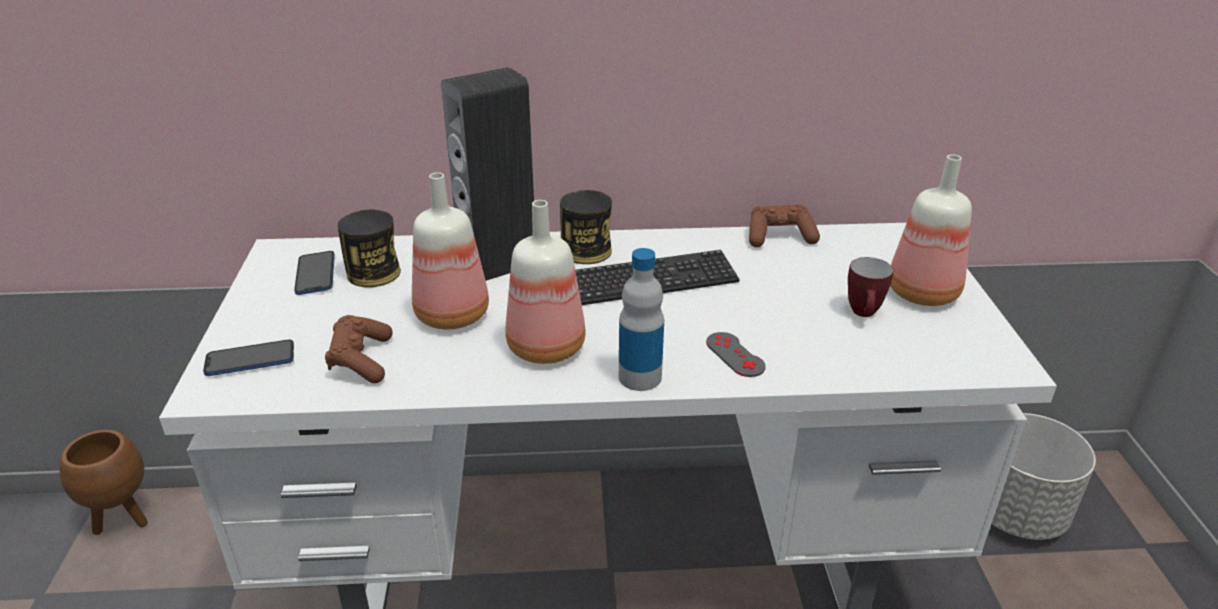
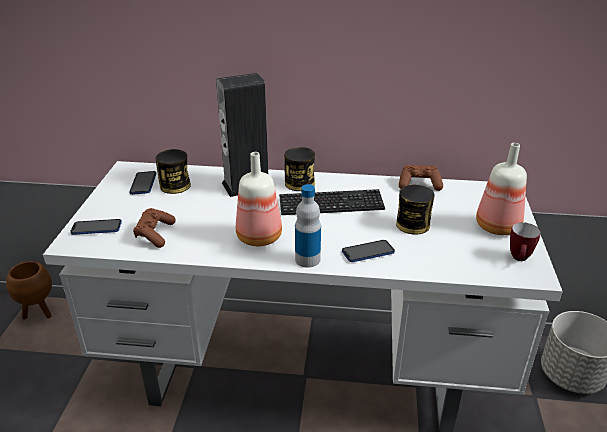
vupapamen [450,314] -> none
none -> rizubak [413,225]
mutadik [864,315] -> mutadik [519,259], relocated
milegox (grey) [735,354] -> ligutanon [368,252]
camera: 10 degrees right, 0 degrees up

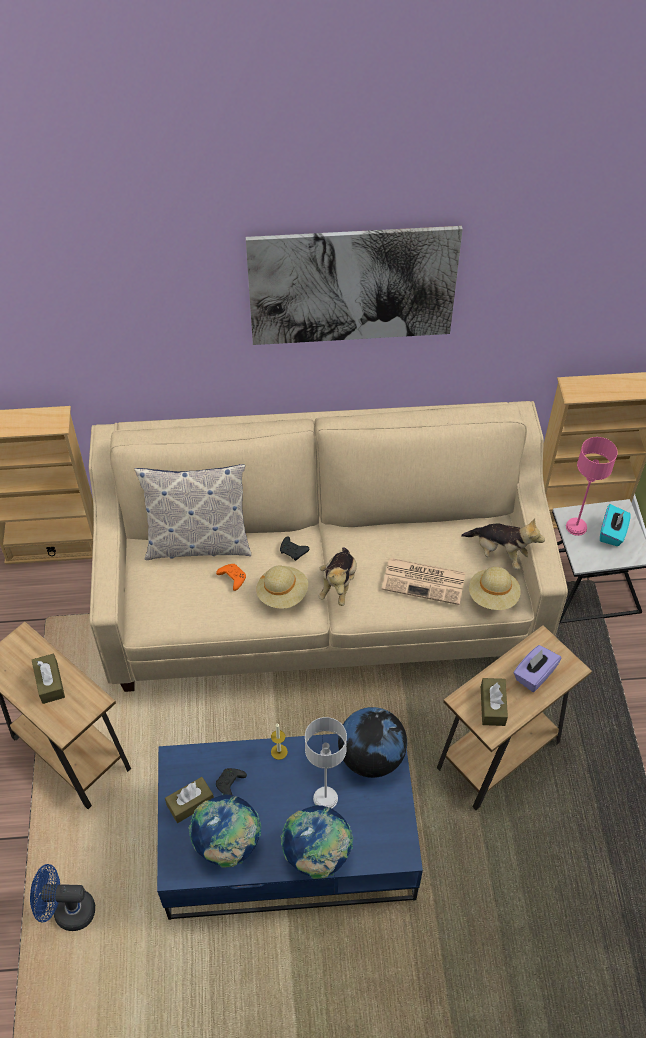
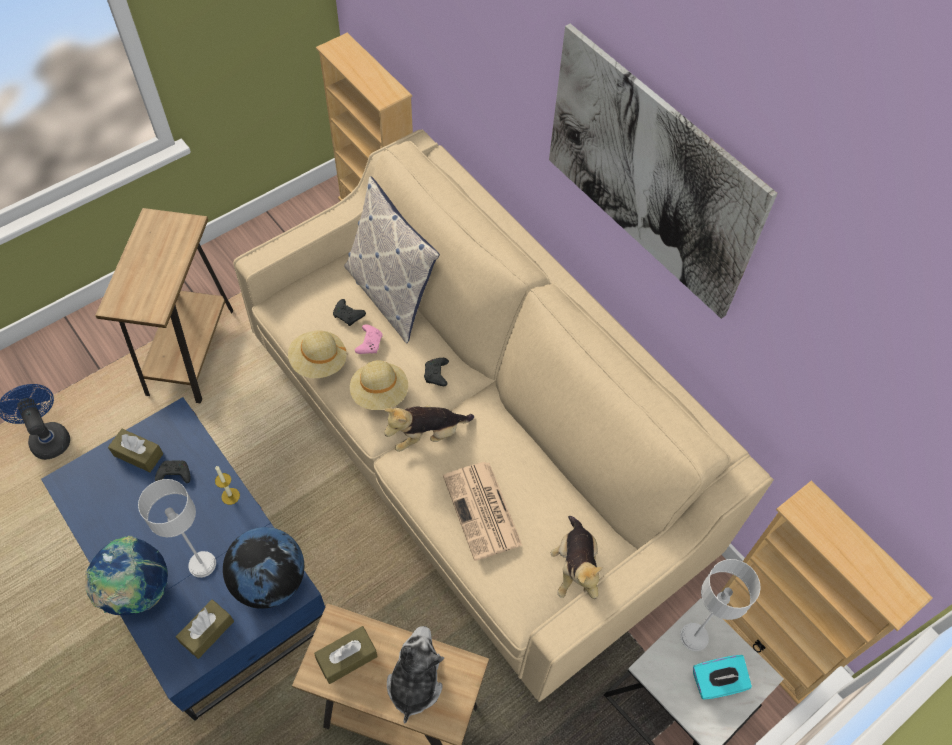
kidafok [227,844] -> none
none -> milegox (black) [348,316]
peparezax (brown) [50,683] -> peparezax (brown) [207,632], relocated
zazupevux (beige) [493,596] -> zazupevux (beige) [319,362], relocated
peparezax (purple) [534,675] -> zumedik [414,682]
milegox (orange) [232,578] -> milegox (pink) [369,343]
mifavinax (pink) [576,527] -> mifavinax (grey) [694,636]
camera: 55 degrees right, 5 degrees up

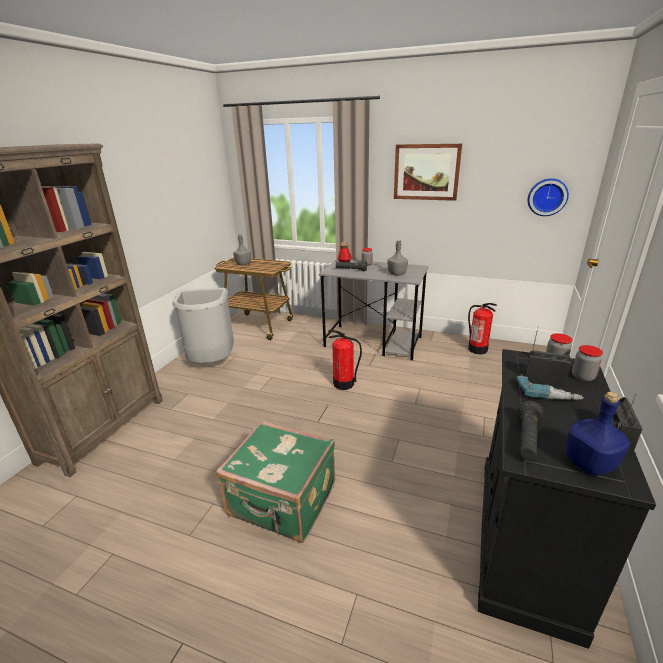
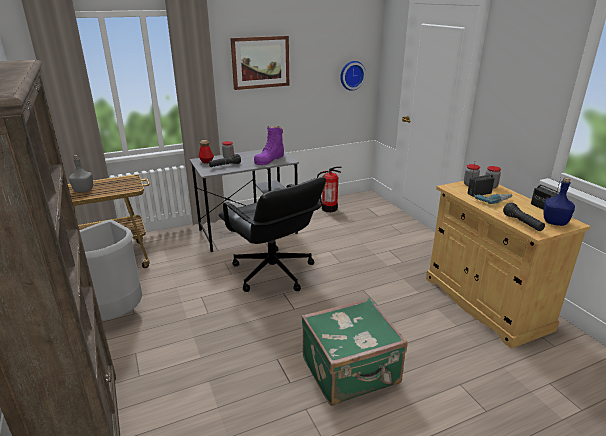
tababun [344,384] -> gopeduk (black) [273,273]
vupapamen (grey) [397,274] -> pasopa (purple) [269,159]
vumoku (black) [524,538] -> vumoku (beige) [485,303]
camera: 45 degrees left, 0 degrees up

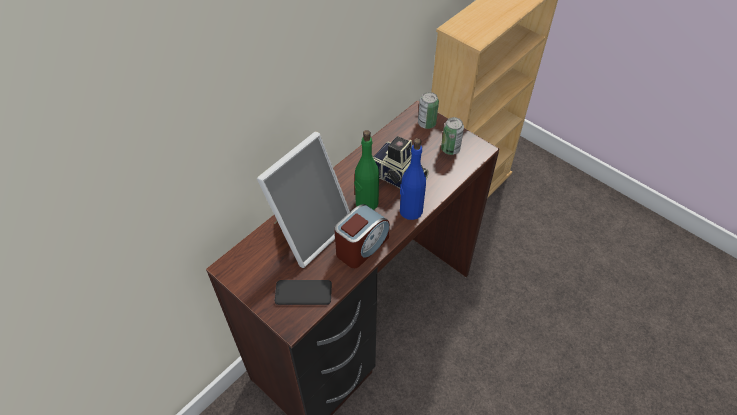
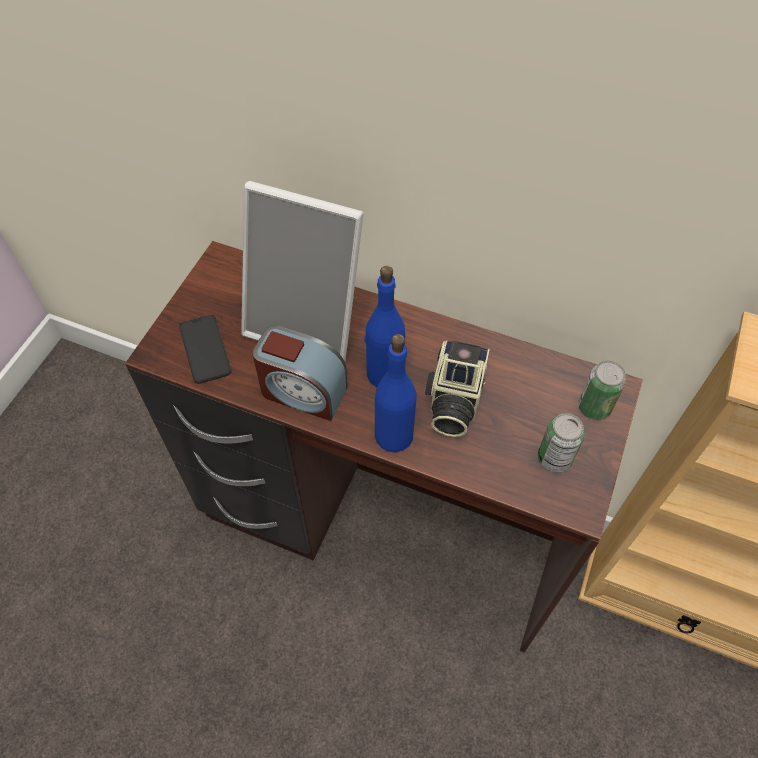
vupapamen (green) [366,203] -> vupapamen (blue) [384,373]
camera: 70 degrees right, 5 degrees up

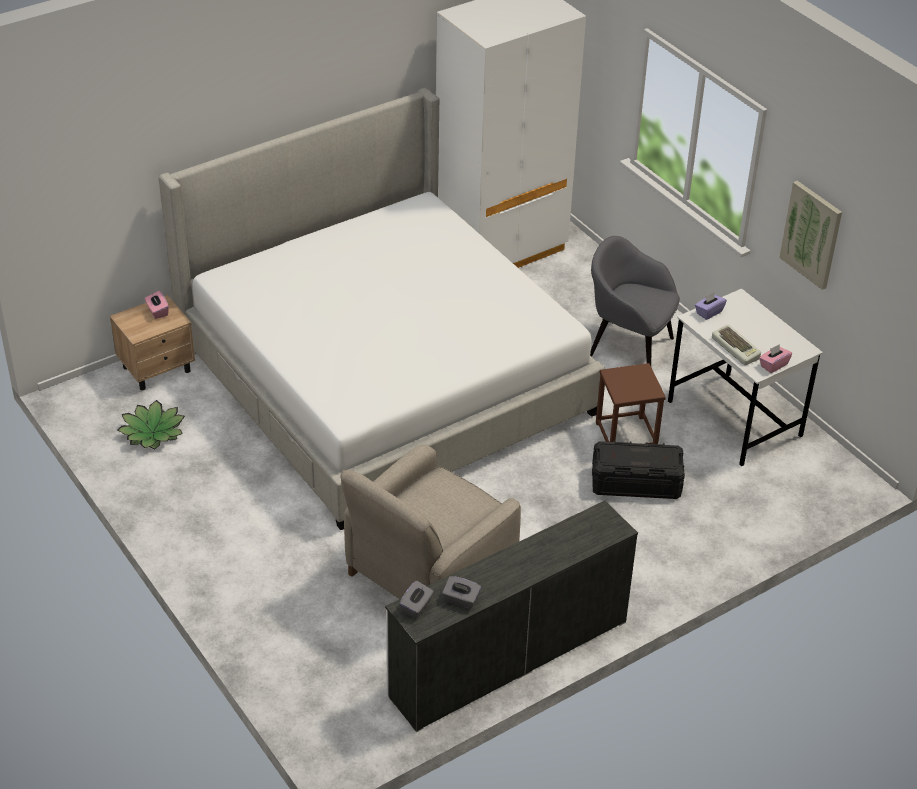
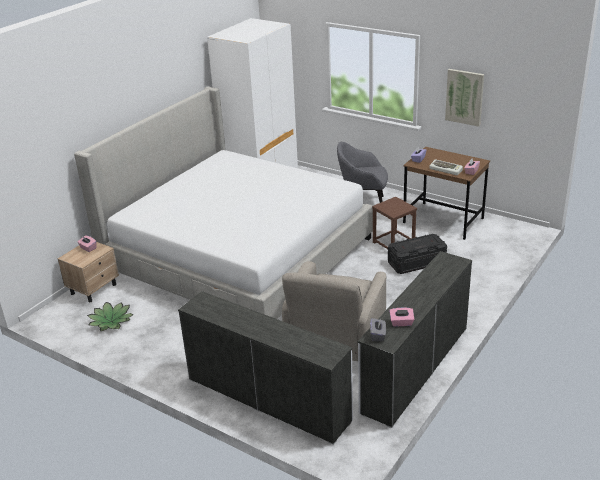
none -> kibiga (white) [268,399]
peparezax (grey) [461,600] -> peparezax (pink) [401,323]
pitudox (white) [735,419] -> pitudox (brown) [443,221]
camera: 20 degrees left, 10 degrees down

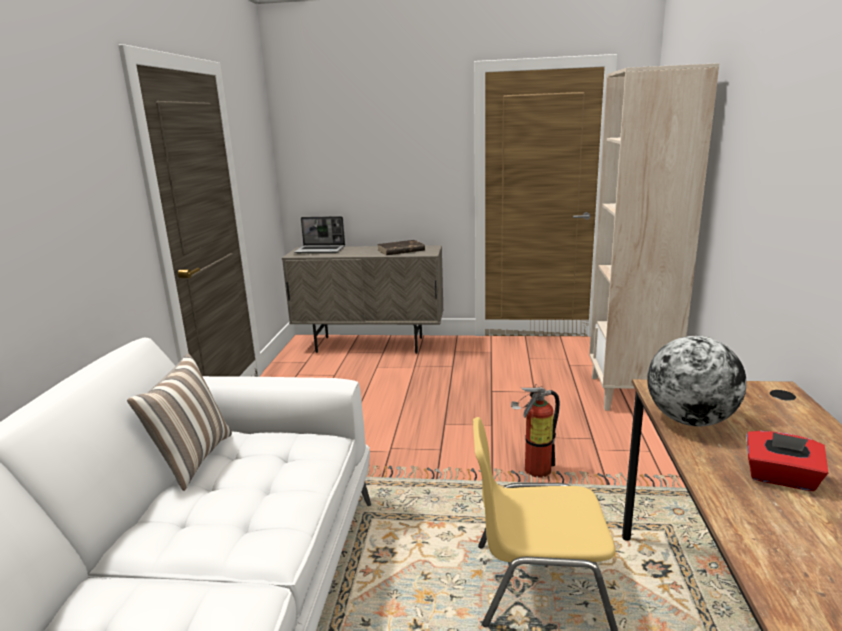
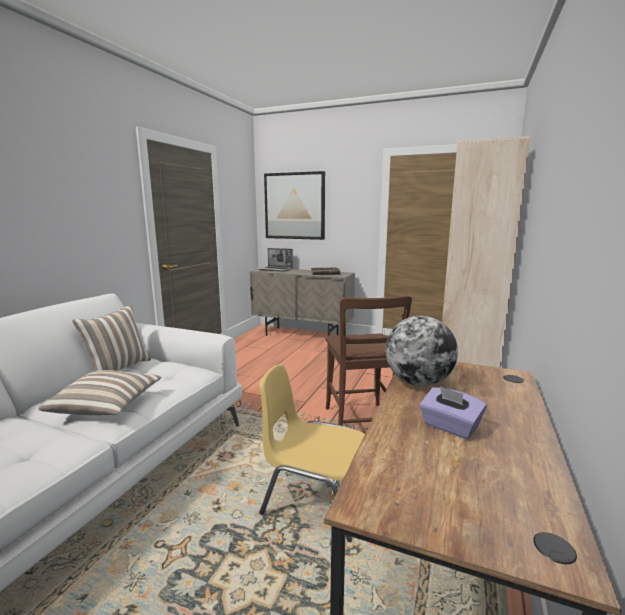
none -> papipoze [107,406]
none -> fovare [294,206]
tababun [533,469] -> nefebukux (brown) [360,424]
peparezax (red) [781,478] -> peparezax (purple) [450,427]
camera: 15 degrees right, 5 degrees down

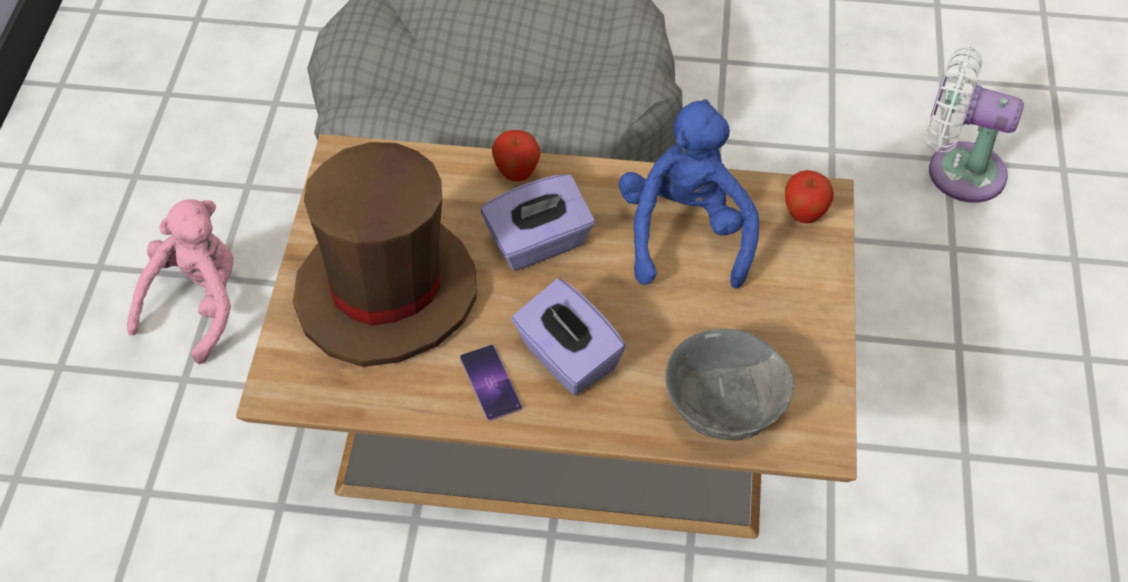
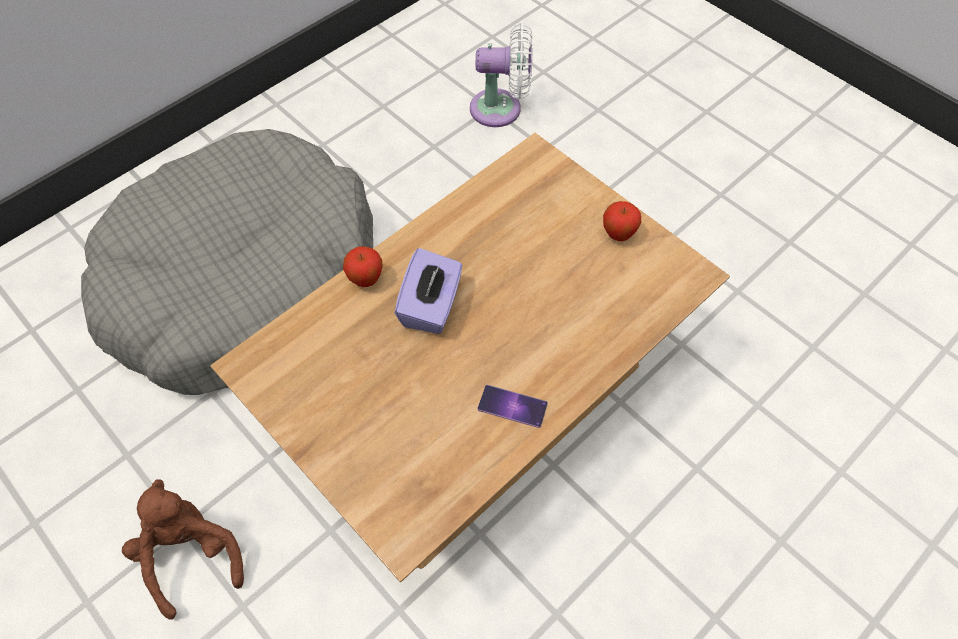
zazupevux (brown) [387,292] -> none
peparezax (purple) [567,358] -> none
zumedik (blue) [685,233] -> none
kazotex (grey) [724,408] -> none
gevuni [804,215] -> gevuni [618,235], relocated
zumedik (pink) [198,305] -> zumedik (brown) [191,555]
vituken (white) [957,170] -> vituken (white) [501,109], 150 degrees counterclockwise
camera: 50 degrees left, 5 degrees up

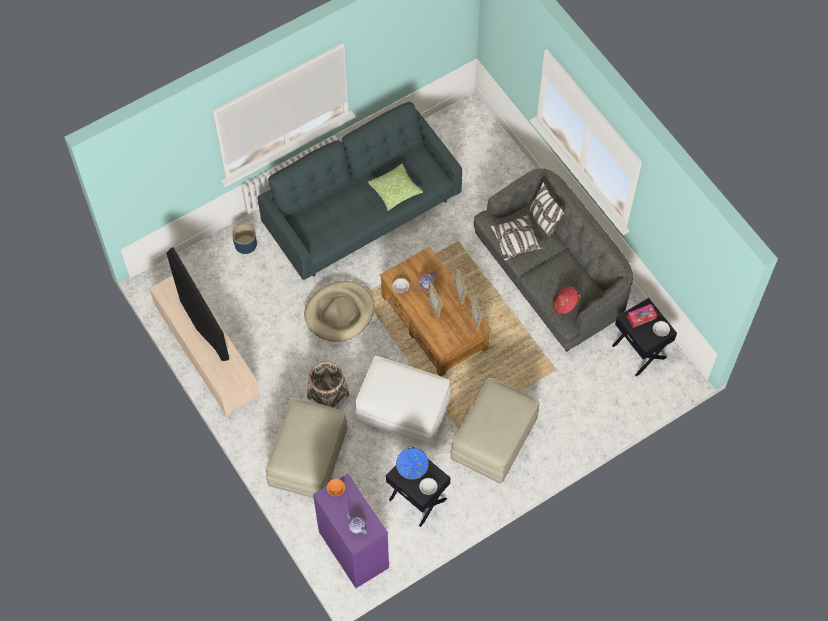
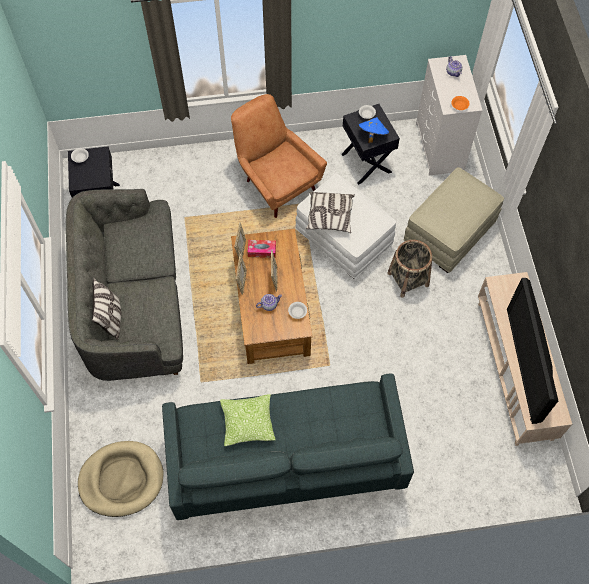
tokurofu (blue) [245,244] -> none
zazupevux (red) [564,305] -> none
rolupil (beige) [339,313] -> rolupil (beige) [121,479], relocated
papipoze [515,241] -> papipoze [330,216], relocated
peparezax [641,317] -> peparezax [262,251], relocated
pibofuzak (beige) [494,440] -> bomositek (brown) [276,182]
kibiga (purple) [353,549] -> kibiga (white) [439,147]
camera: 155 degrees left, 0 degrees up

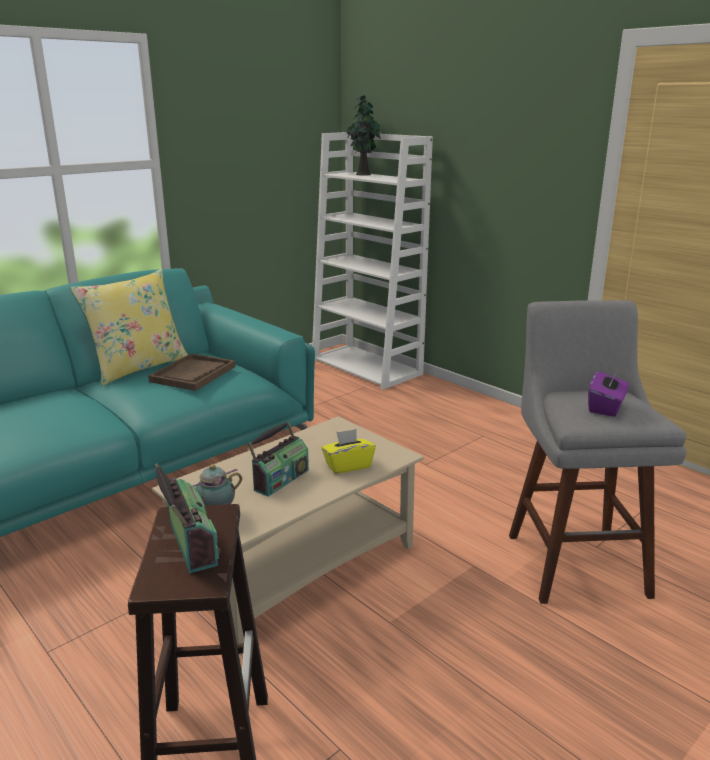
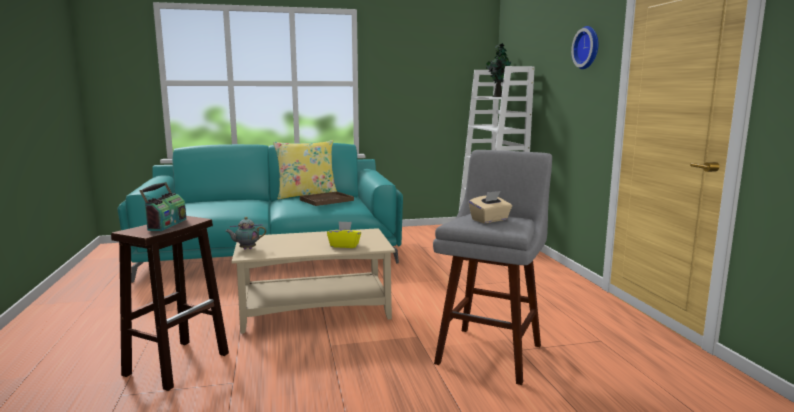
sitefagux [280,479] -> none
none -> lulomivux [588,47]
peparezax (purple) [606,407] -> peparezax (beige) [490,220]
camera: 30 degrees right, 10 degrees down

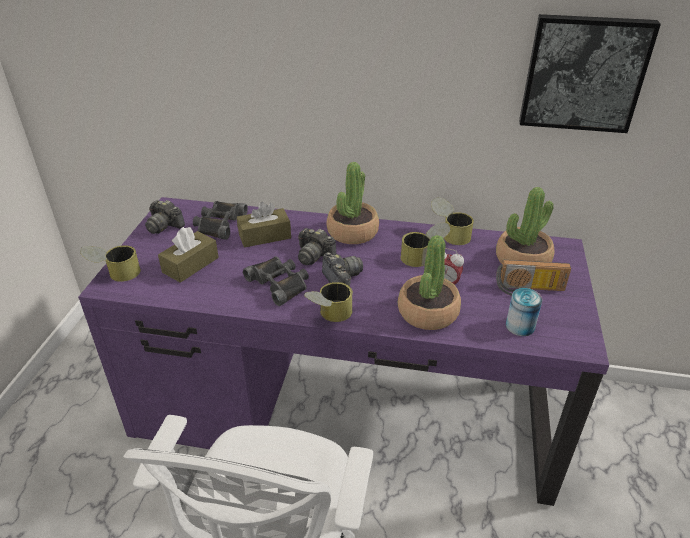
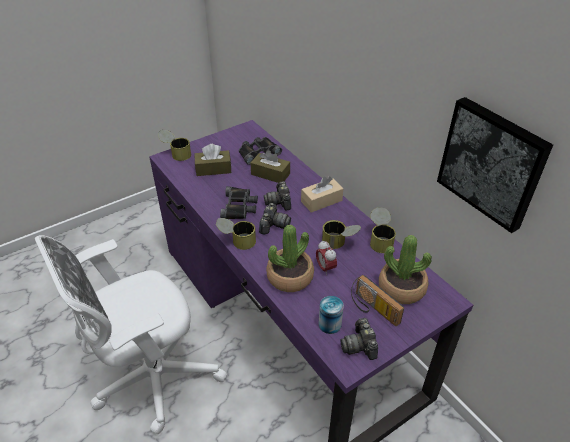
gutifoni [164,225] -> gutifoni [359,346], relocated
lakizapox [352,232] -> peparezax (beige) [321,201]
camera: 45 degrees right, 5 degrees up

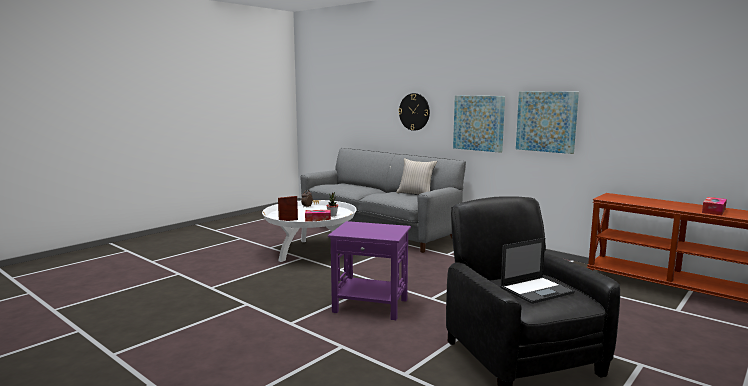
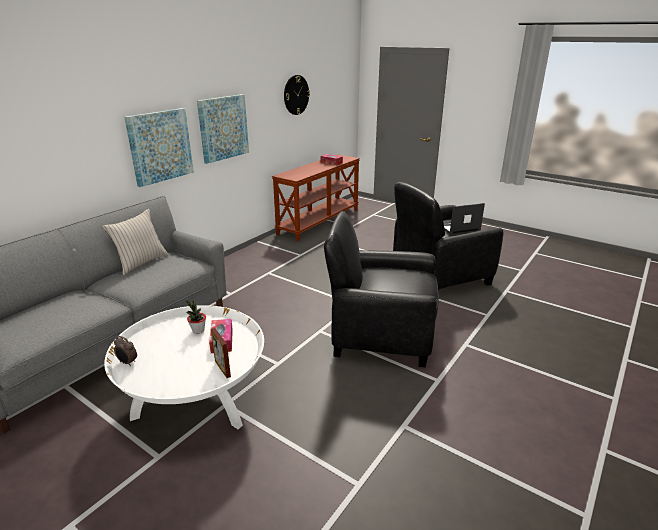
lulomivux [414,112] -> lulomivux [296,95], relocated
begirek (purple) [371,306] -> bomositek (black) [380,334]
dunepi [537,290] -> dunepi [457,227], 75 degrees counterclockwise
camera: 95 degrees left, 15 degrees up

